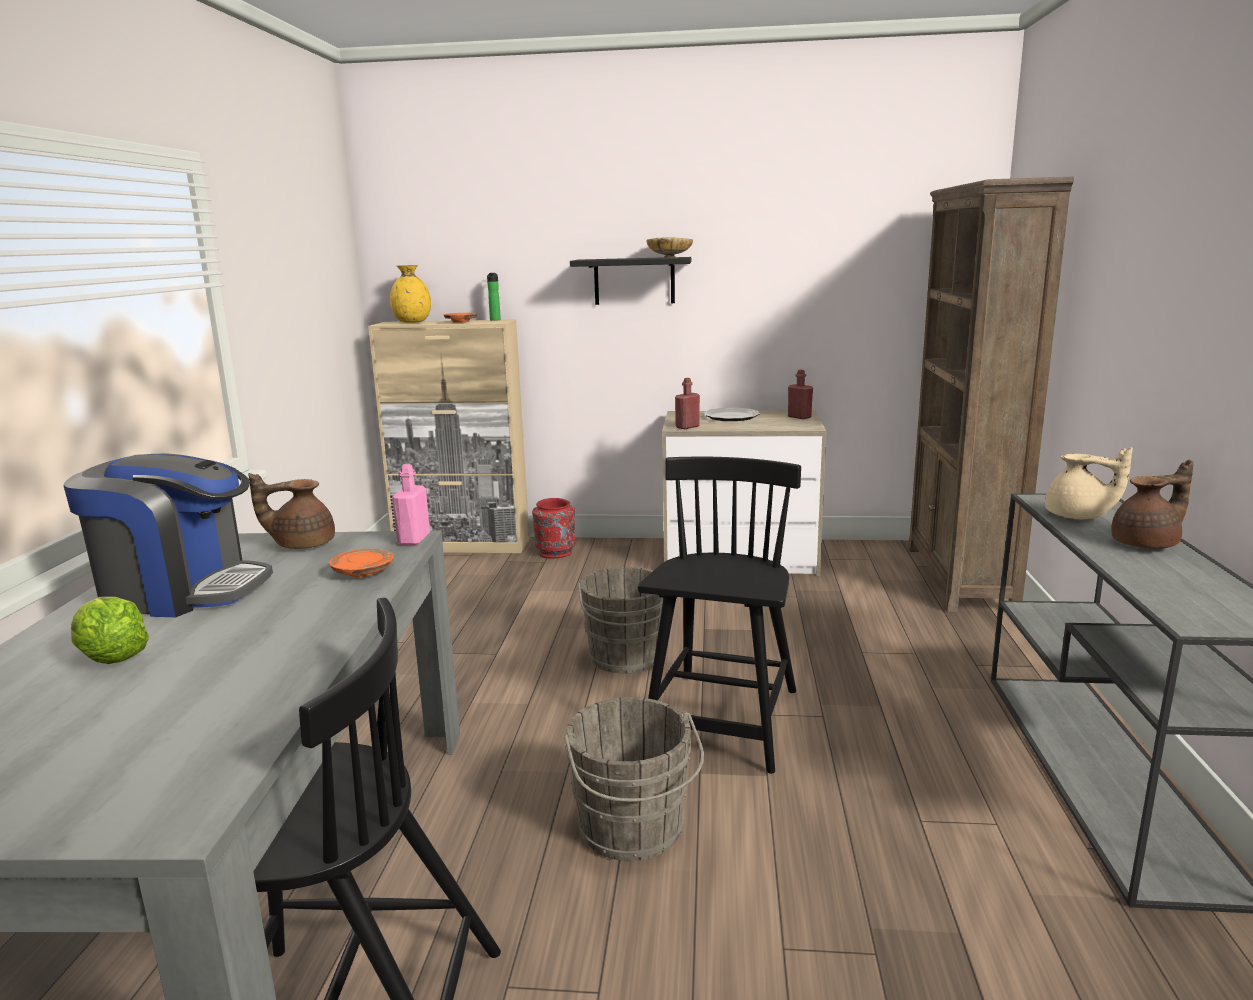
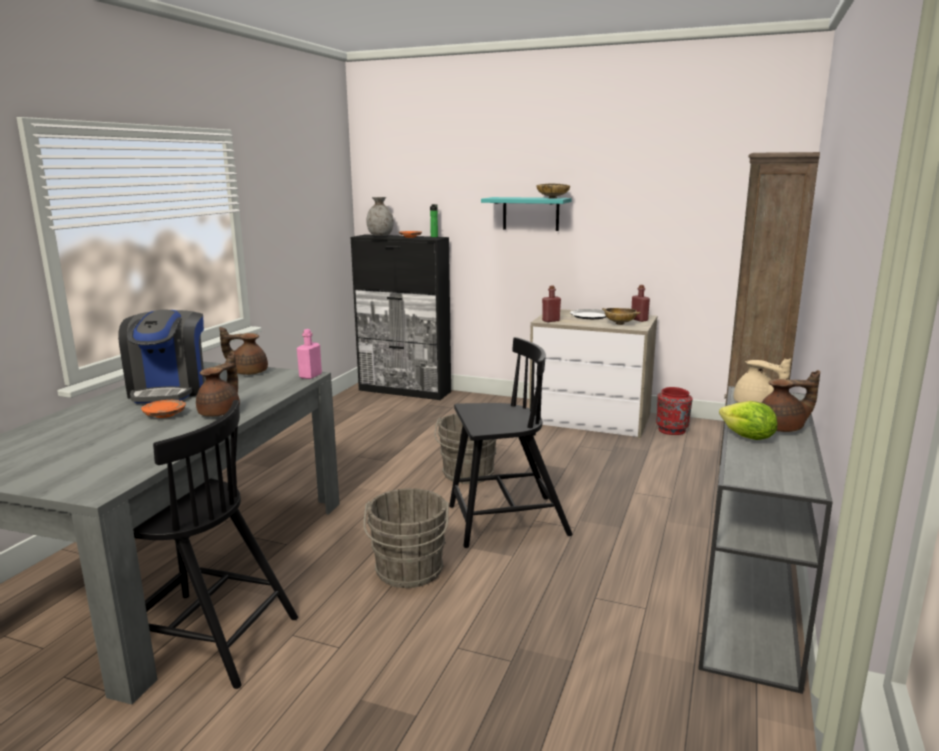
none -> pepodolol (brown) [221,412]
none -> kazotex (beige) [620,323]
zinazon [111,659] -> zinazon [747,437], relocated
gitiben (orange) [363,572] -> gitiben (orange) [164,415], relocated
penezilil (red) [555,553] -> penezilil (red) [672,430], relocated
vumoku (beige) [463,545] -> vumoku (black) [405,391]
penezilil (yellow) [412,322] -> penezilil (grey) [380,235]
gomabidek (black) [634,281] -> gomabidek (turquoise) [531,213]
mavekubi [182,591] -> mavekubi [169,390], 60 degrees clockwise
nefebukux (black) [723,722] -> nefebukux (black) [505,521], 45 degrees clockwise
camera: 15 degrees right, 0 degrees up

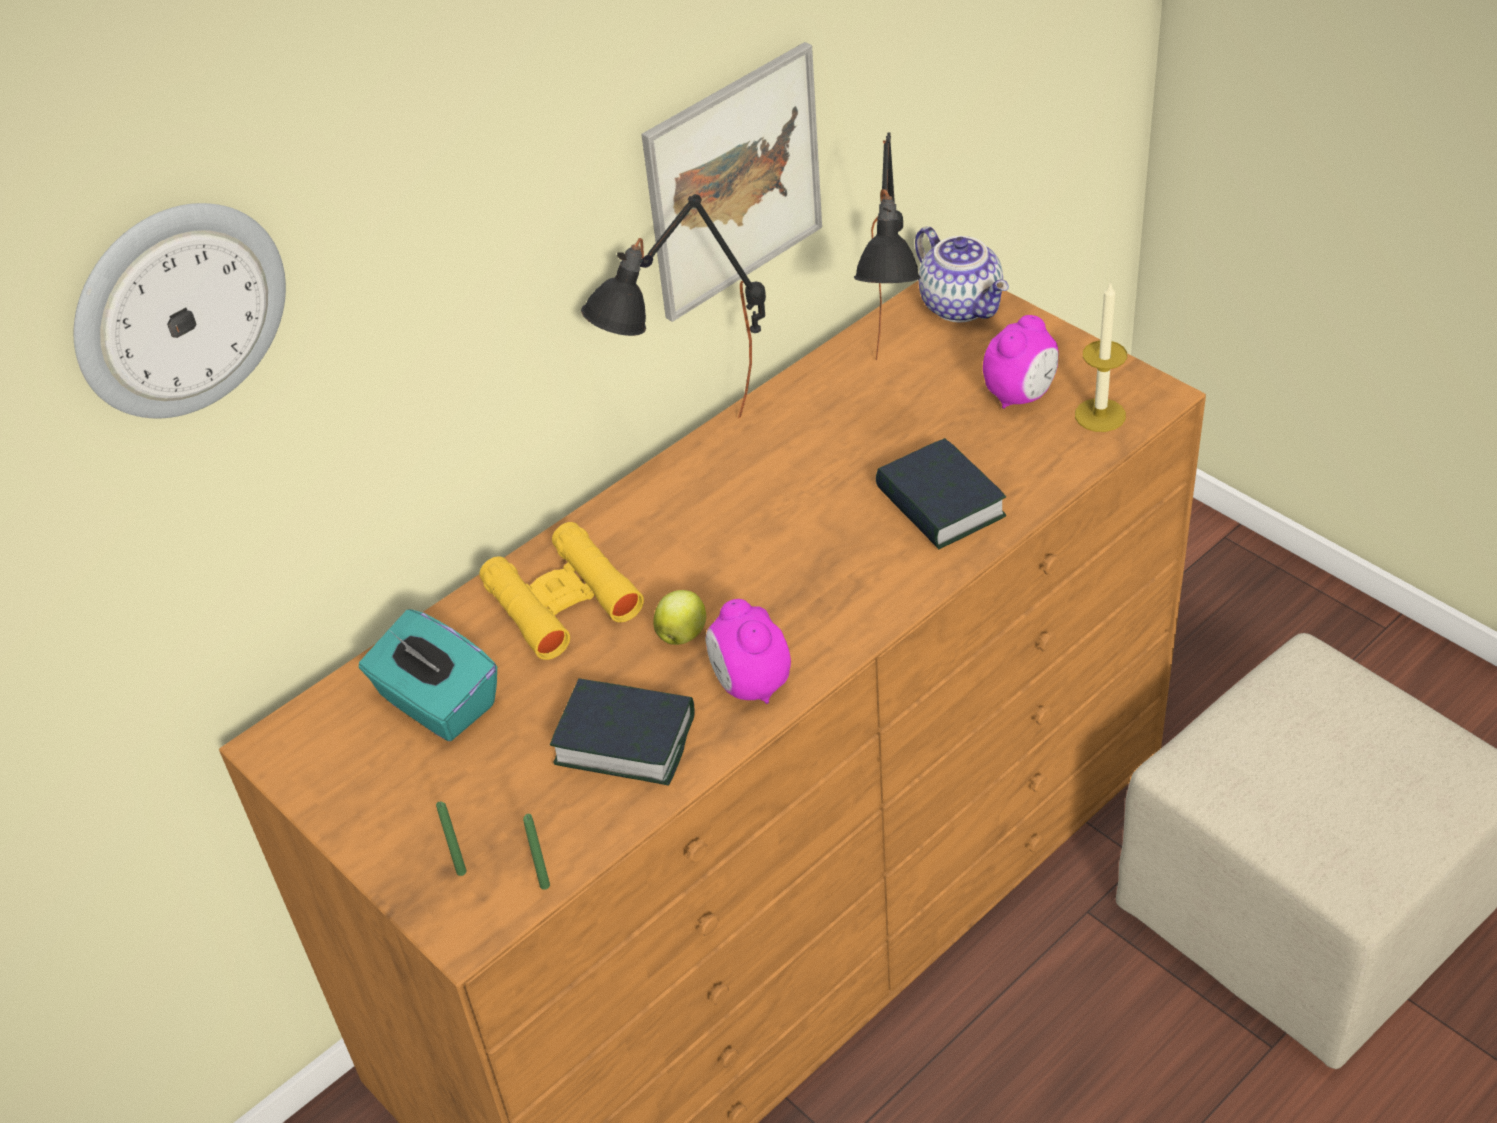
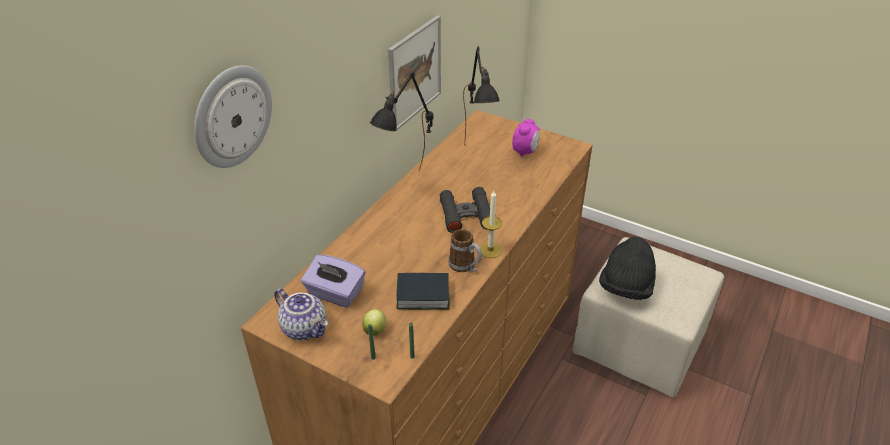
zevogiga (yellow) [562,601] -> none
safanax [940,504] -> none
none -> zevogiga (black) [466,214]
none -> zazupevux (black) [625,287]
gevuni [682,634] -> gevuni [375,330], relocated
pepodolol [962,305] -> pepodolol [305,328], relocated
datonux [1100,415] -> datonux [490,250], relocated
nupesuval [750,684] -> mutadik [465,267]
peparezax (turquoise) [437,703] -> peparezax (purple) [335,293]
camera: 20 degrees left, 5 degrees down

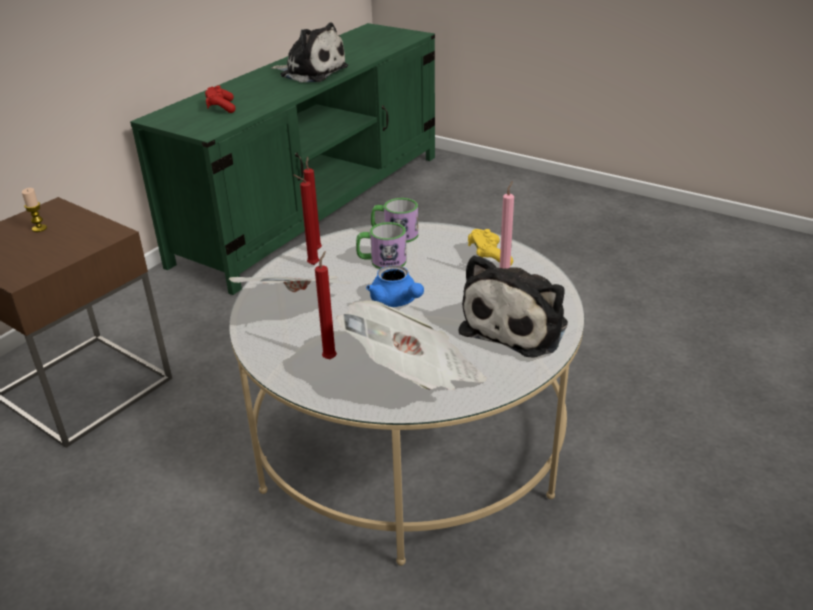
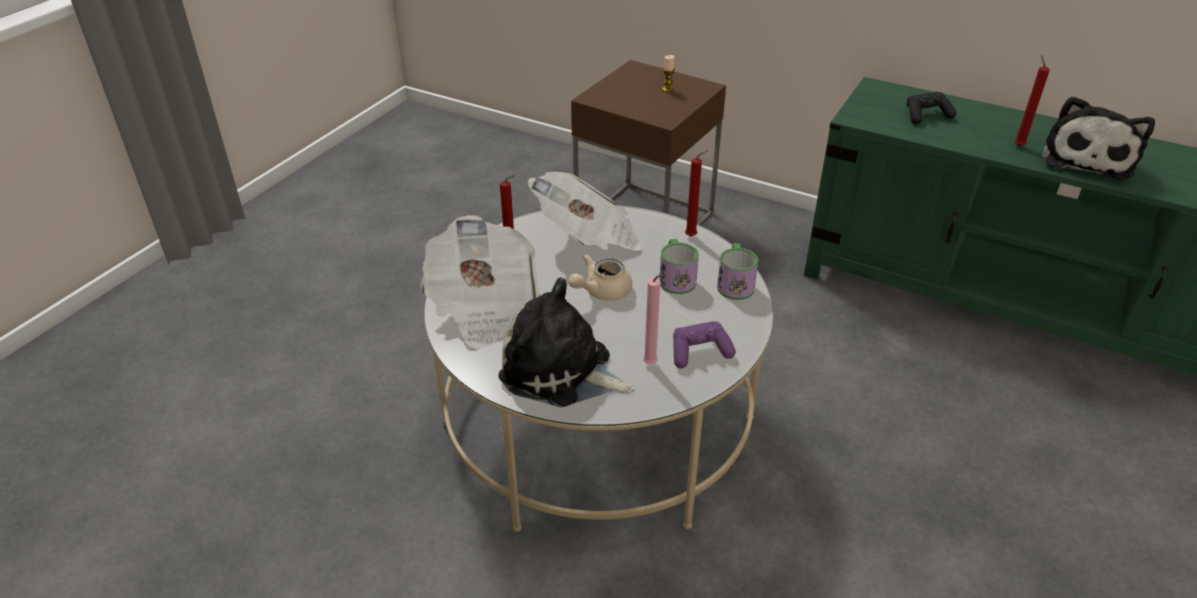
datonux (red) [311,265] -> datonux (red) [1018,145], relocated
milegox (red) [221,107] -> milegox (black) [926,116]
pepodolol (blue) [396,301] -> pepodolol (beige) [601,291]
milegox (yellow) [488,256] -> milegox (purple) [699,352]
camera: 85 degrees right, 5 degrees up

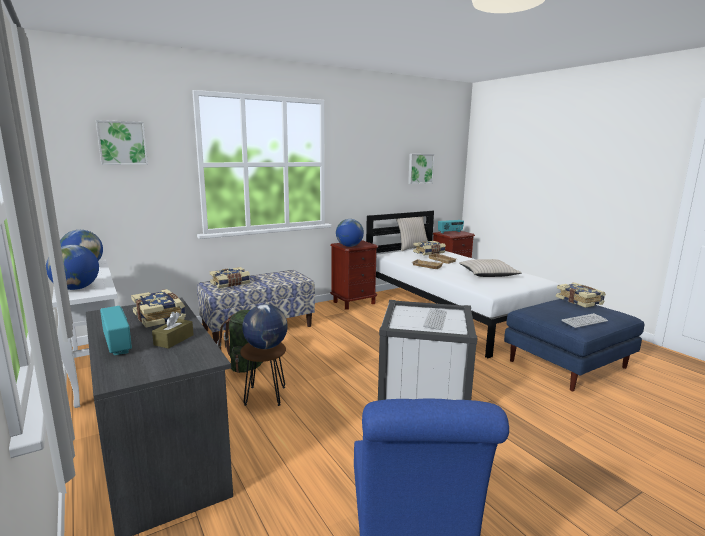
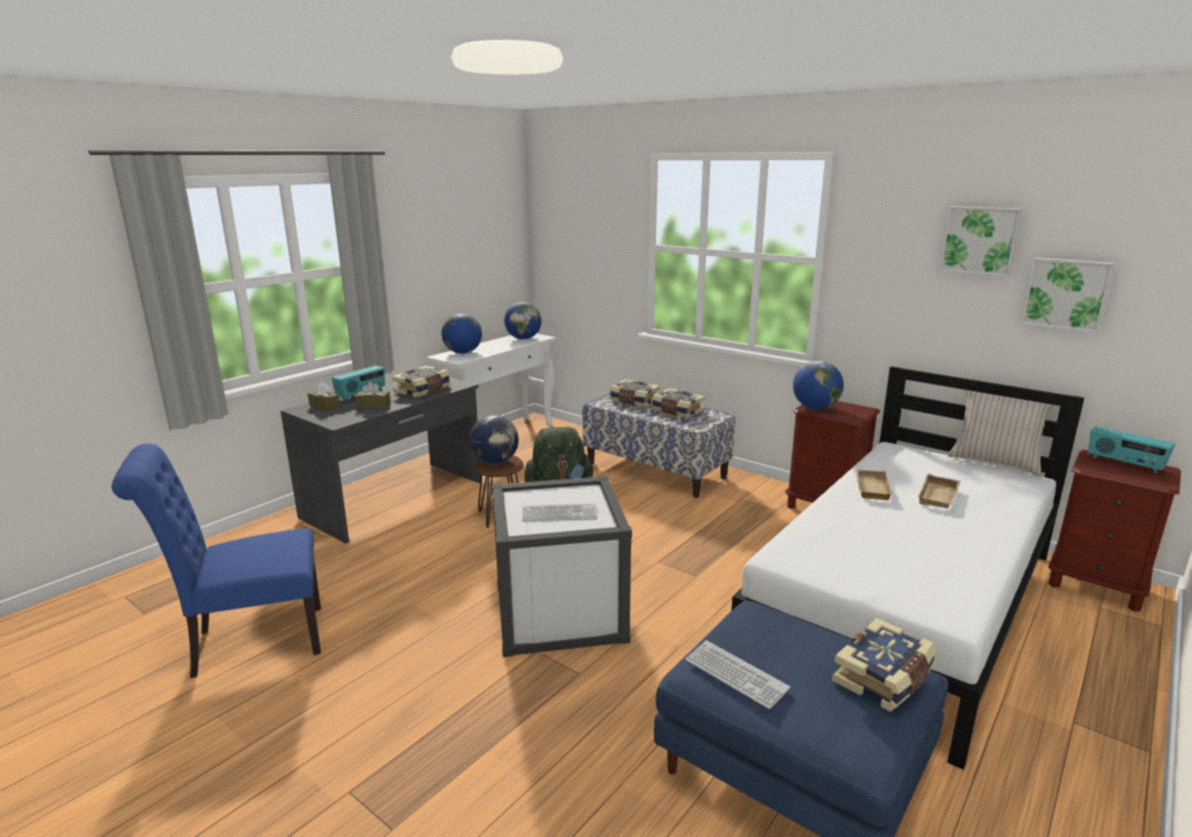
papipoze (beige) [488,274] -> none
none -> peparezax (brown) [324,406]
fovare [122,143] -> fovare [980,240], relocated
safanax [429,253] -> safanax [677,411], relocated
camera: 70 degrees right, 5 degrees up

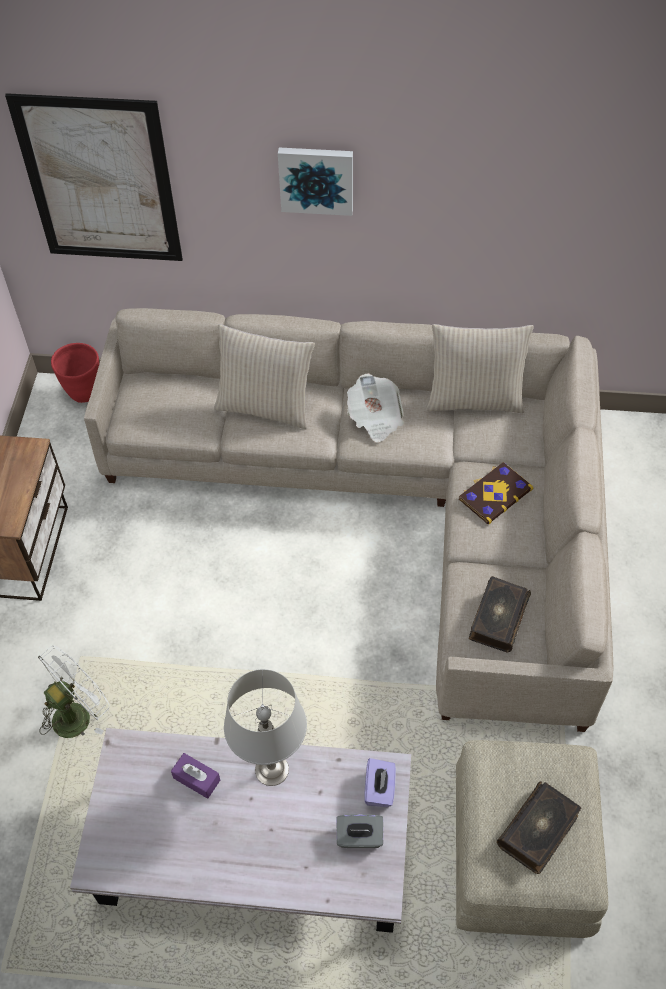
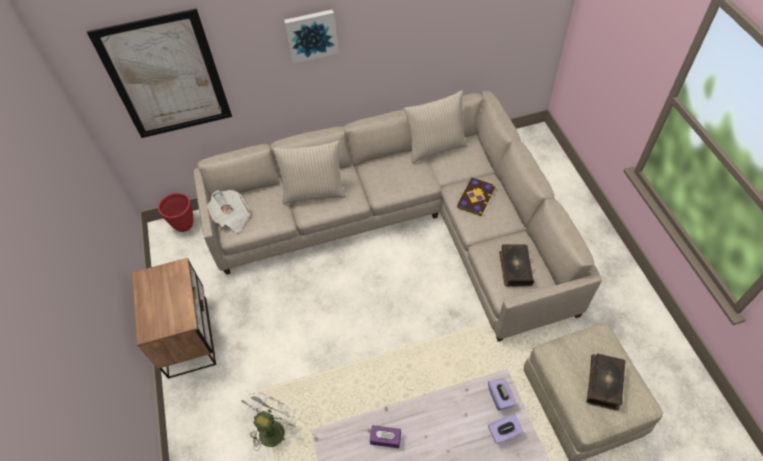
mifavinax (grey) [272,769] -> none
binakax [375,418] -> binakax [231,217], relocated
peparezax (grey) [359,837] -> peparezax (purple) [504,433]
camera: 20 degrees left, 0 degrees up

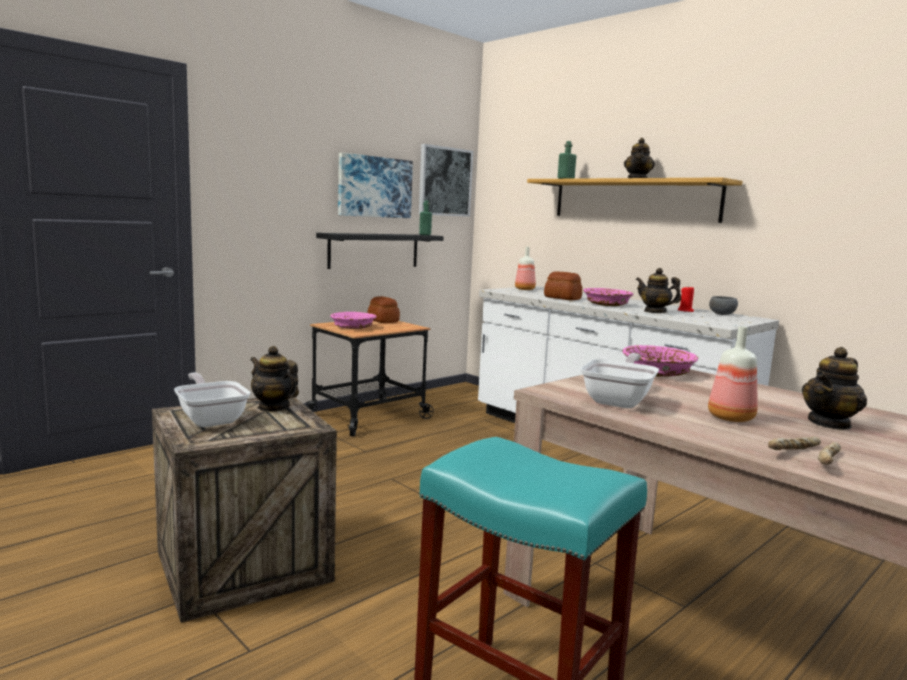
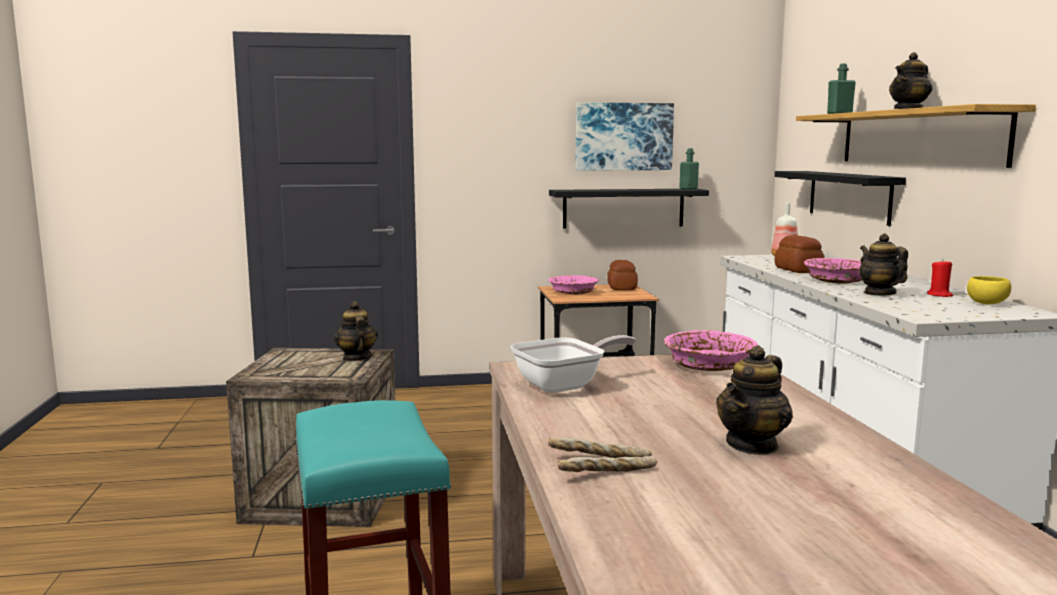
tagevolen [211,419] -> none
fovare [444,181] -> none
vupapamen [732,418] -> none
none -> gomabidek (black) [849,196]
kazotex (grey) [722,314] -> kazotex (yellow) [987,303]
pepodolol [830,423] -> pepodolol [752,445], 45 degrees counterclockwise
camera: 35 degrees right, 0 degrees up

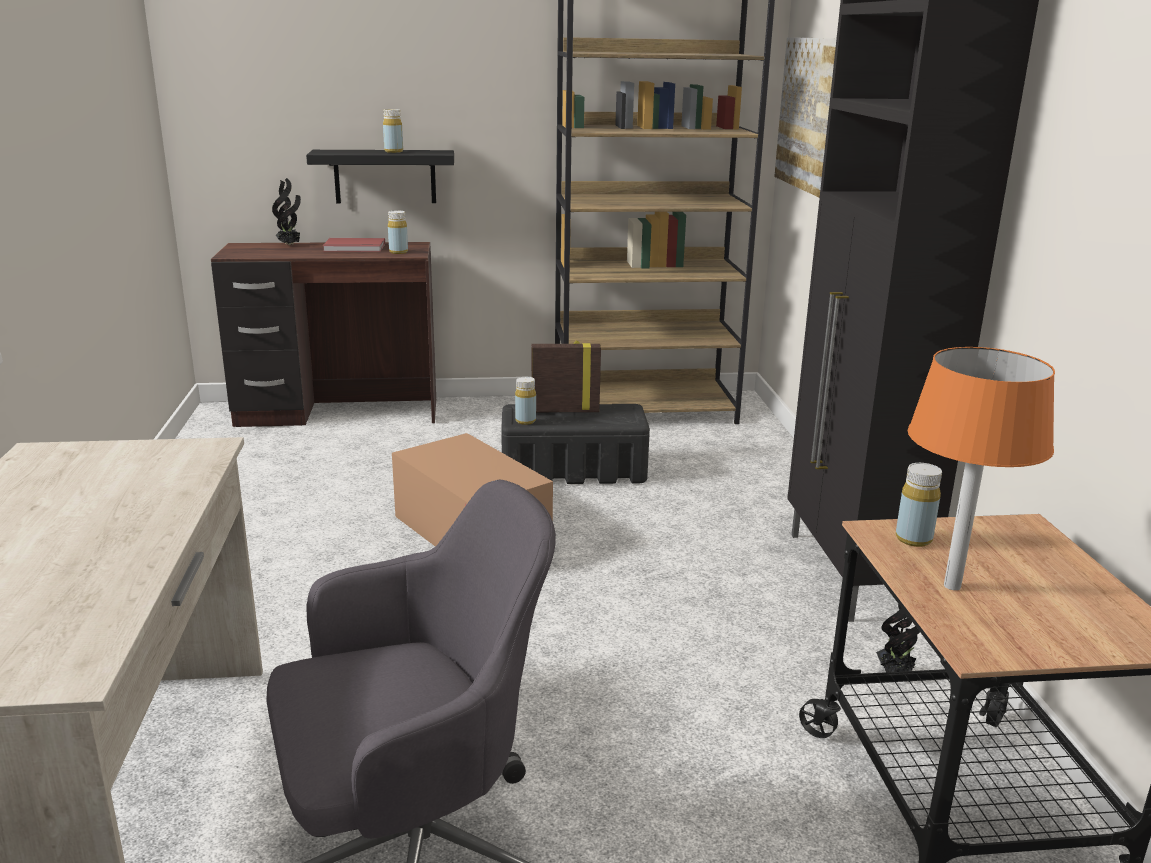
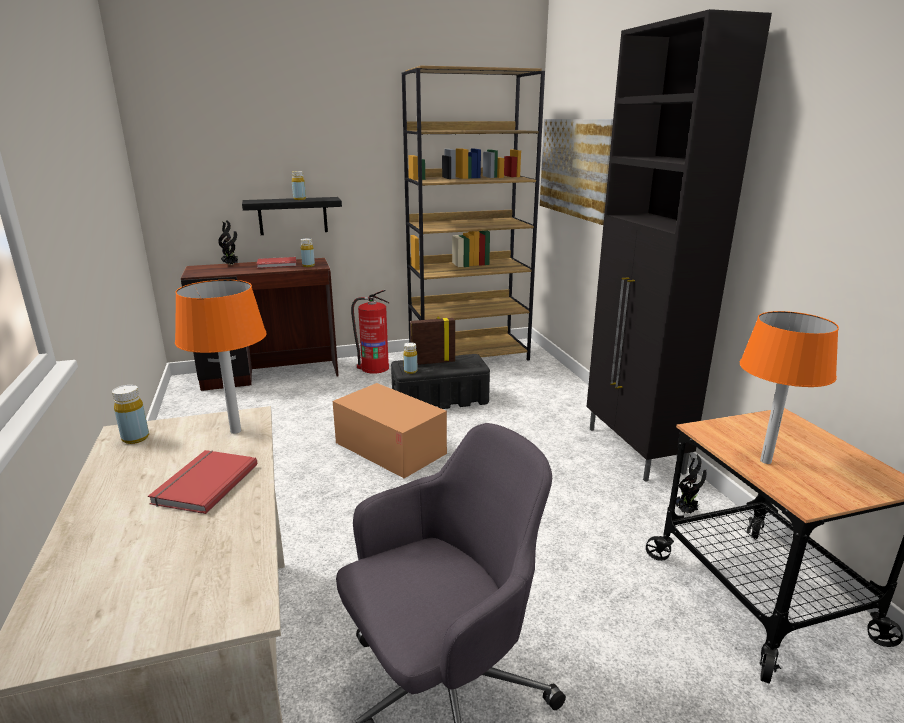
none -> safanax (red) [203,484]
none -> mifavinax (orange) [236,431]
none -> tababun [374,368]
vupapamen (yellow) [913,539] -> vupapamen (yellow) [135,438], relocated
camera: 10 degrees left, 0 degrees up

